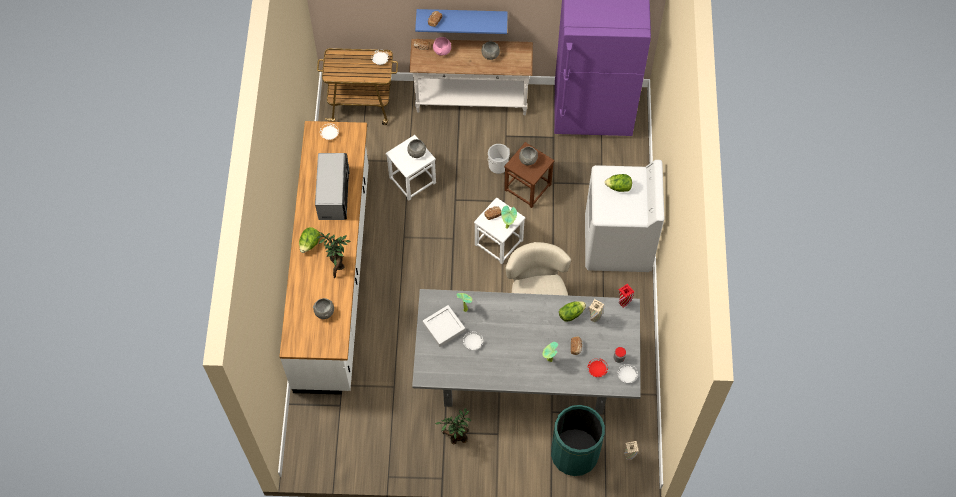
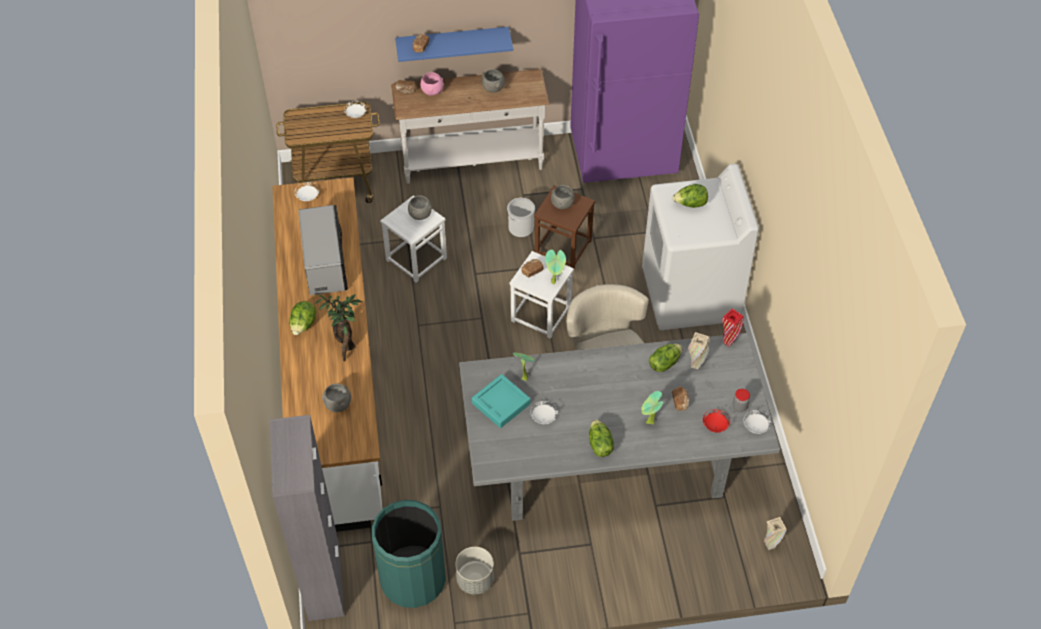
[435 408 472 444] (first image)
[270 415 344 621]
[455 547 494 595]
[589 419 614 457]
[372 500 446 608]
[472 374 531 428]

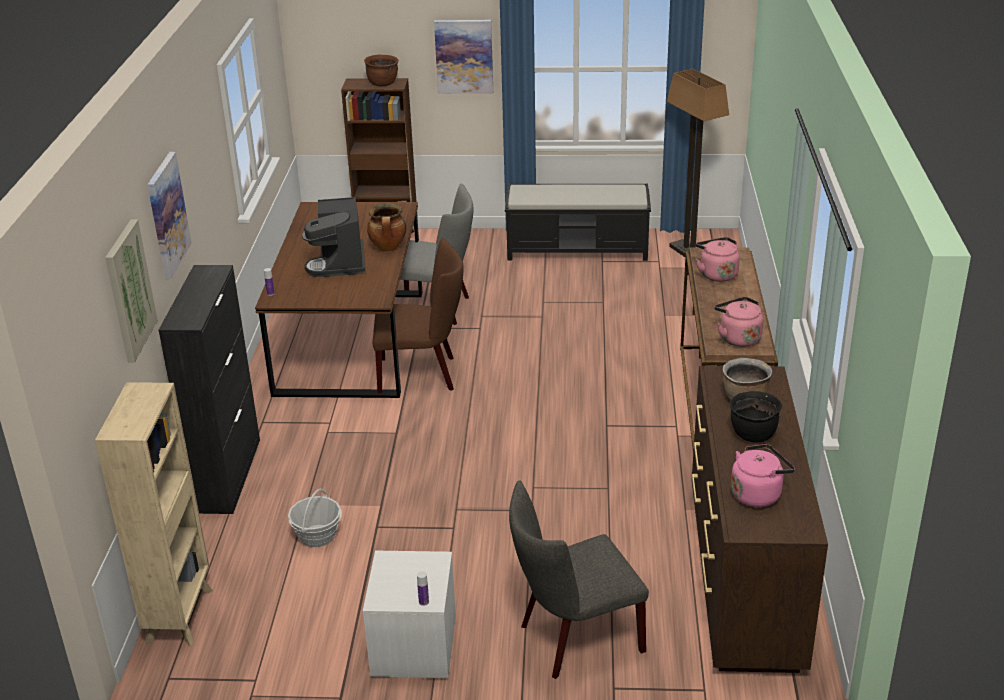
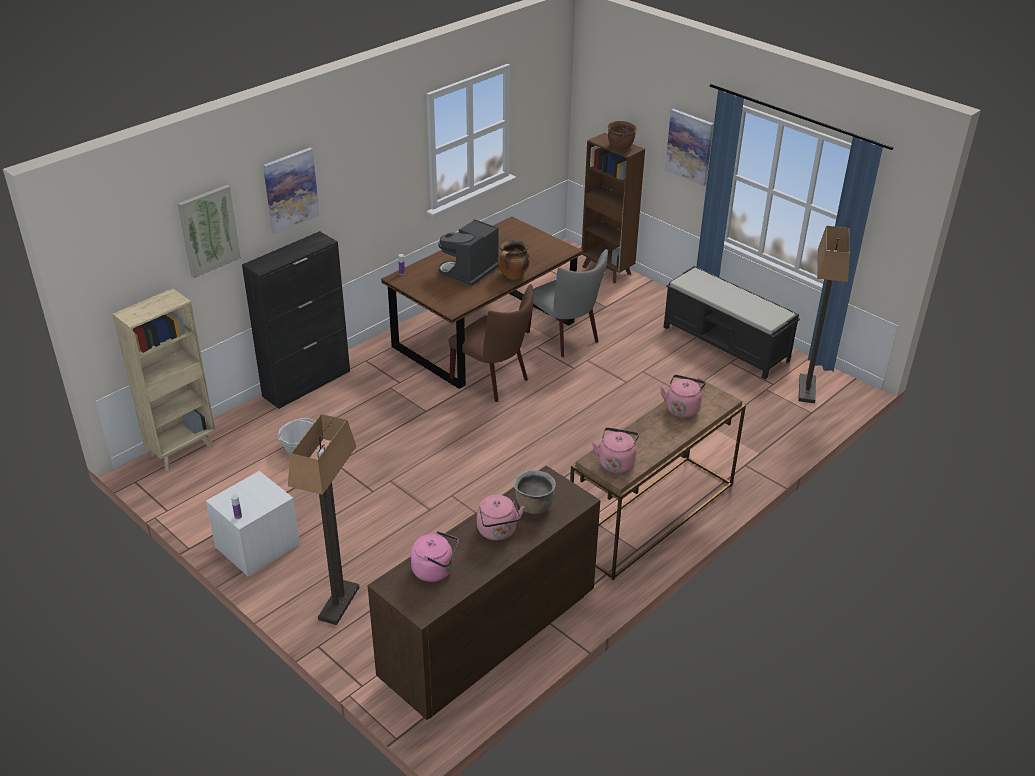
[288 414 359 625]
[477 495 525 541]

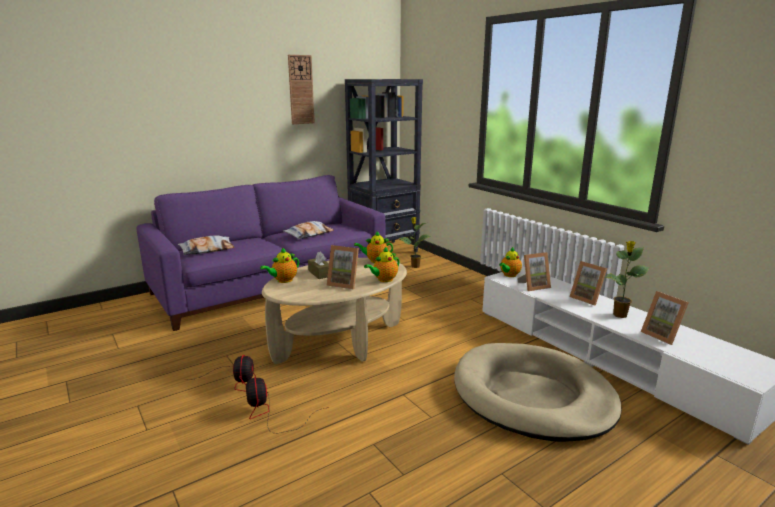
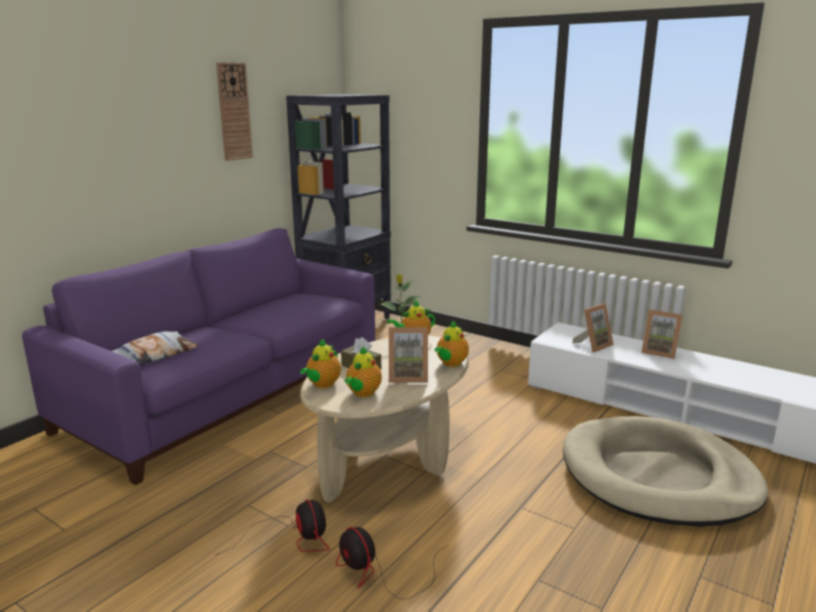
[283 221 334 239] (first image)
[605 241 649 318] (first image)
[641 291 689 345] (first image)
[345 346 382 397]

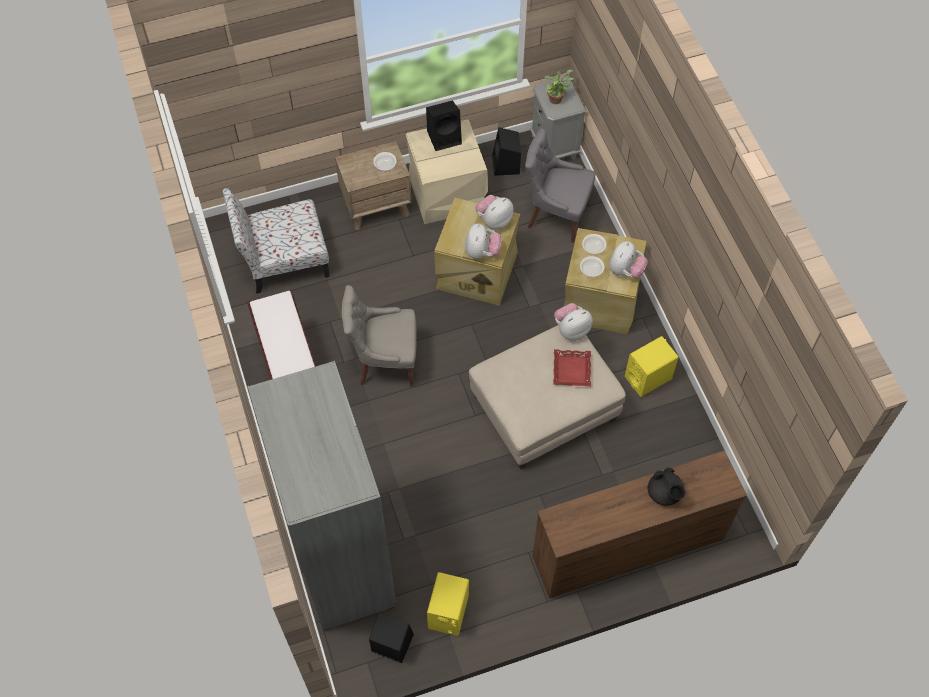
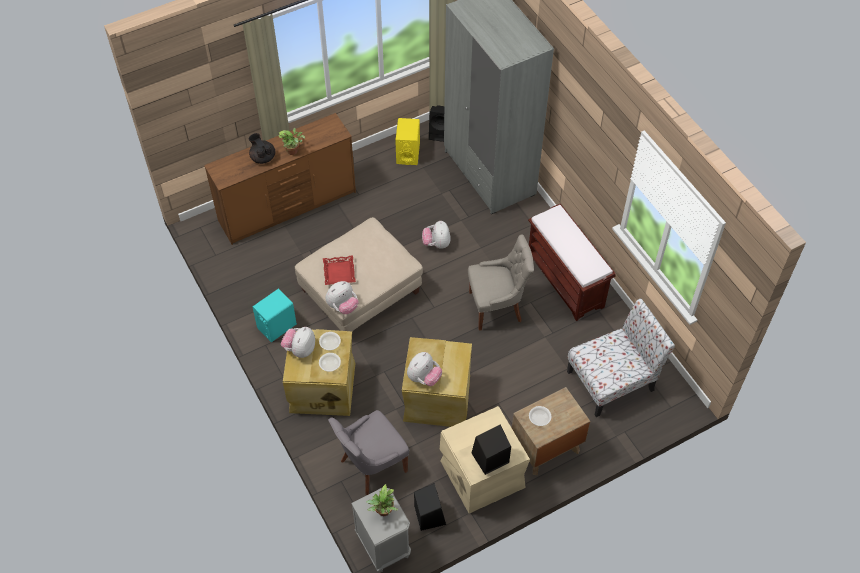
[278 128 305 155]
[422 221 451 249]
[253 289 297 342]
[328 410 409 495]

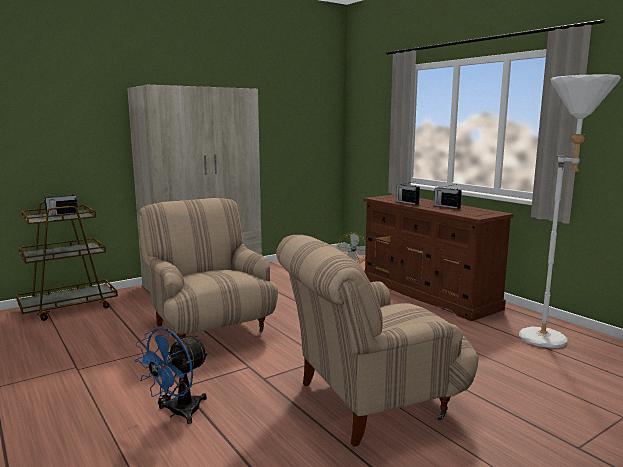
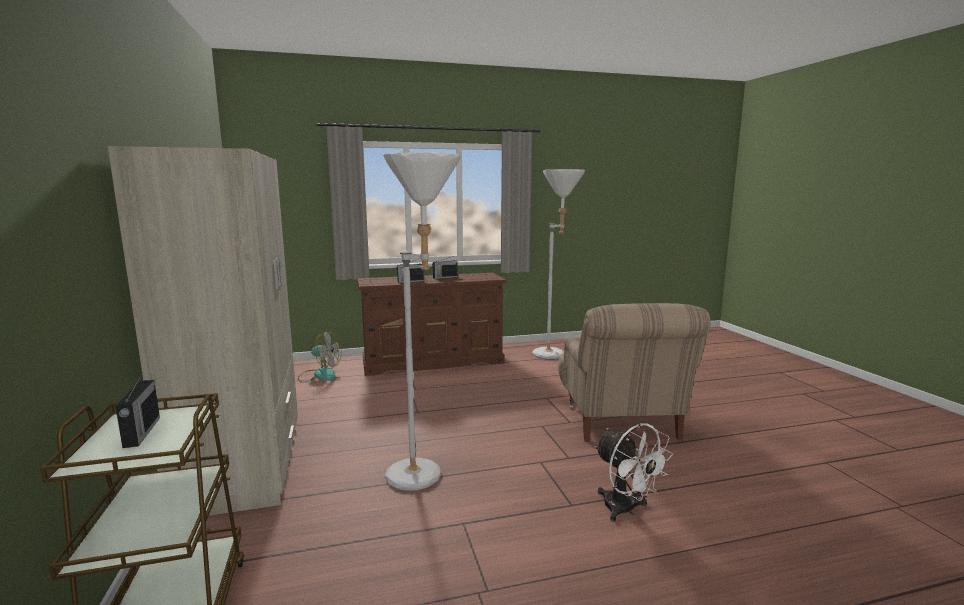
[383 152 461 491]
[595 423 673 522]

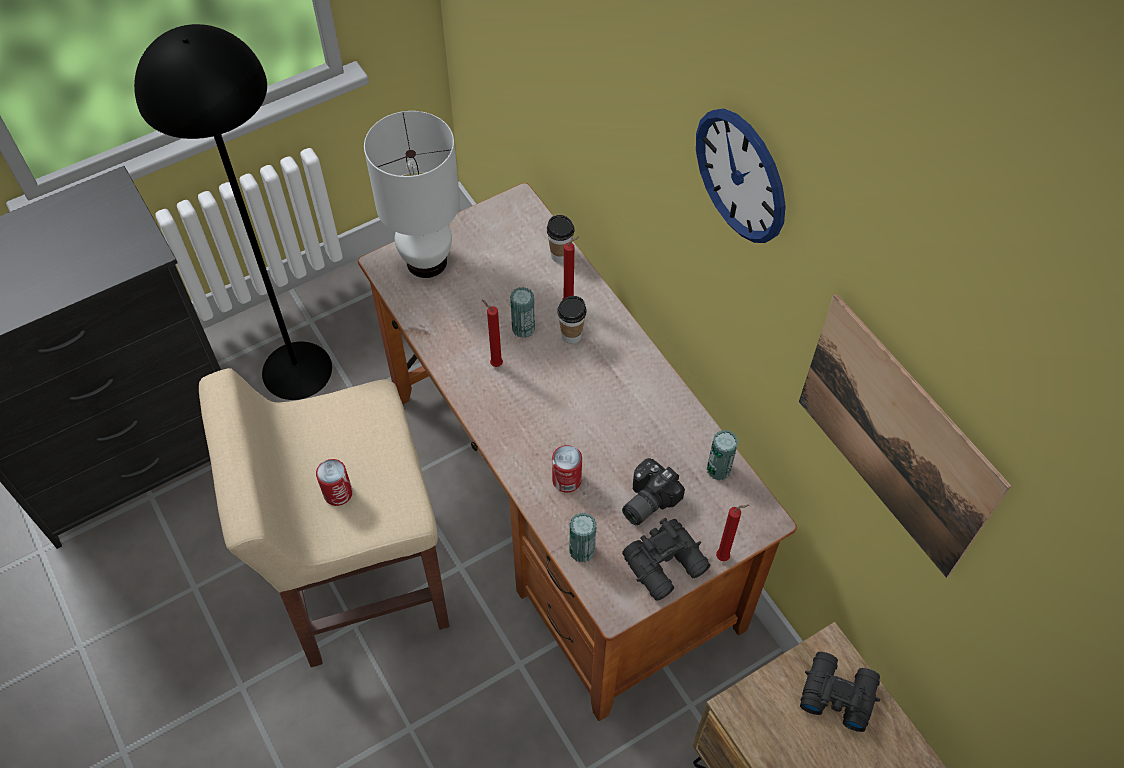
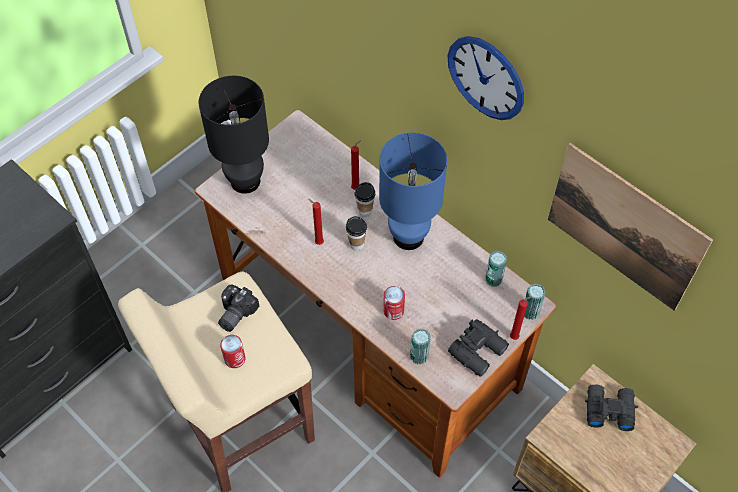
[134 24 332 400] (first image)
[379 133 447 250]
[524 284 546 320]
[346 216 367 251]
[218 285 259 332]
[199 76 269 194]

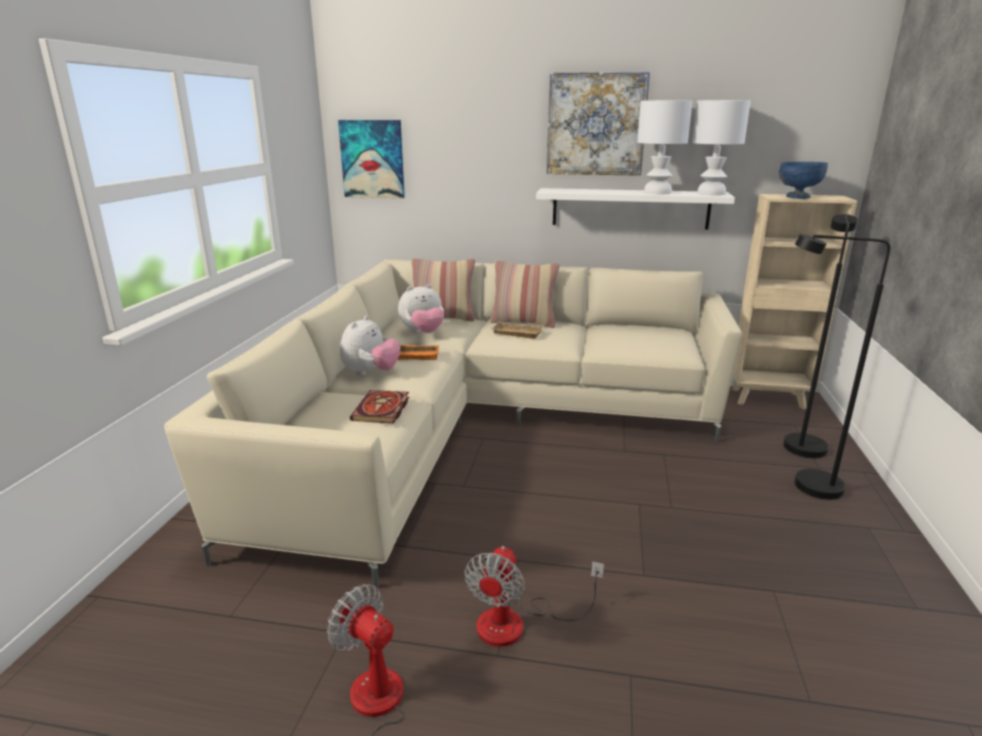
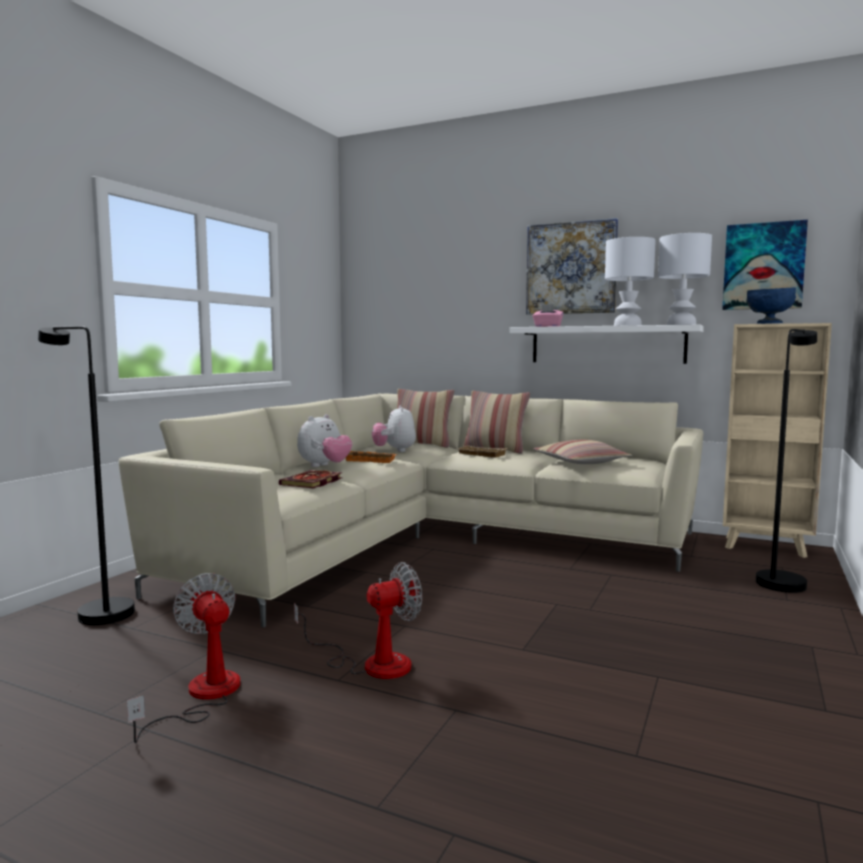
[533 304 563 327]
[533 440 632 464]
[722 220 808 310]
[38 326 135 625]
[372 406 416 452]
[294 562 422 679]

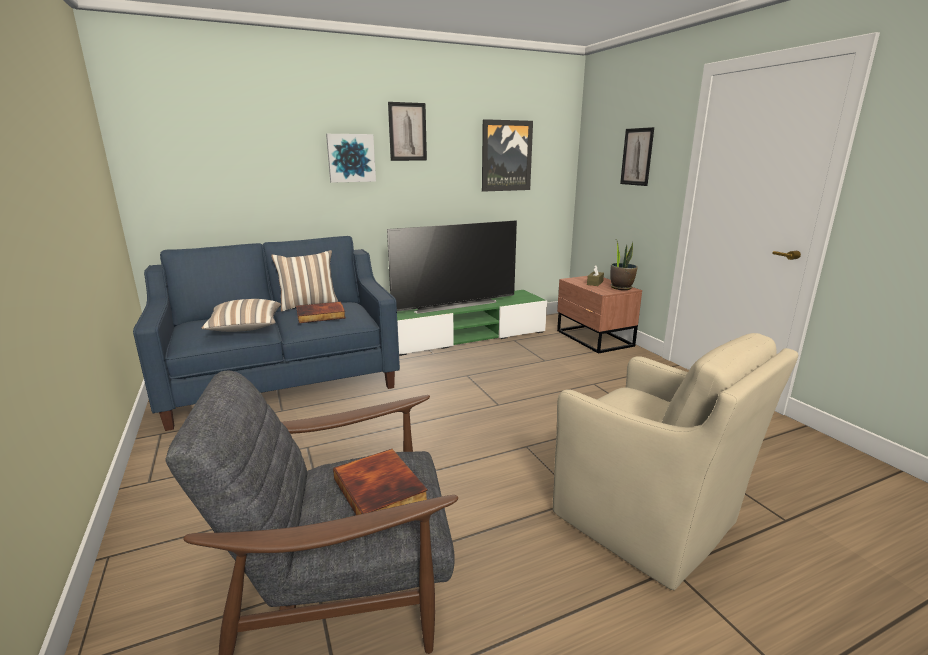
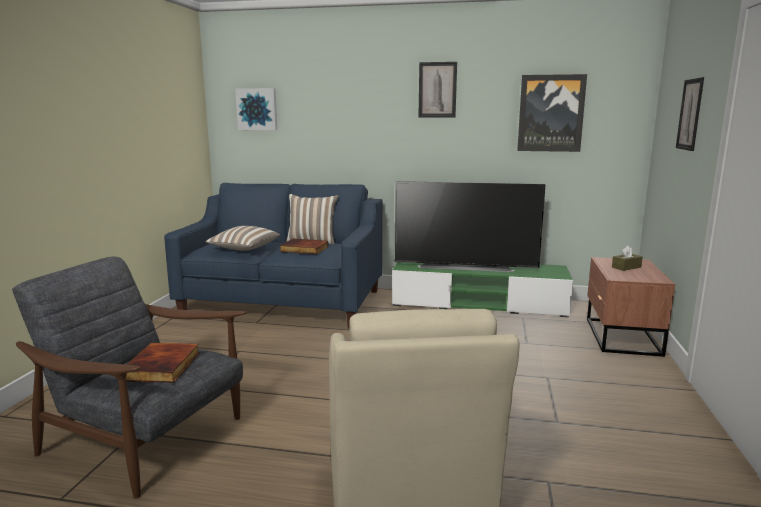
[610 241 638 290] (first image)
[235 88 277 130]

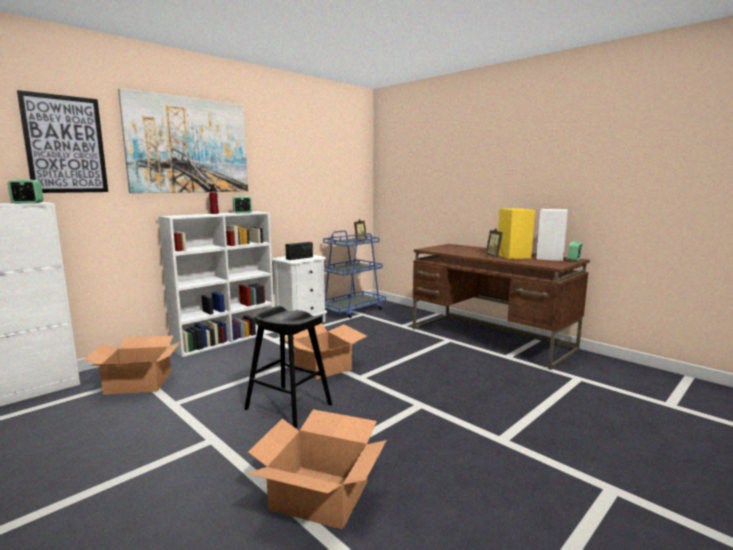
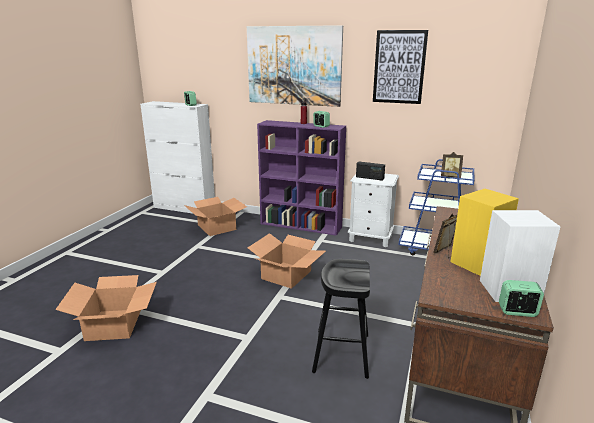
[373 30 428 104]
[312 259 370 379]
[257 120 346 236]

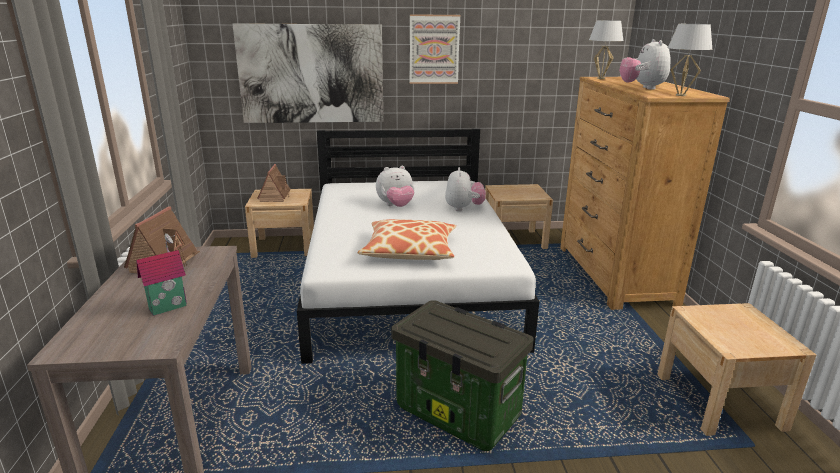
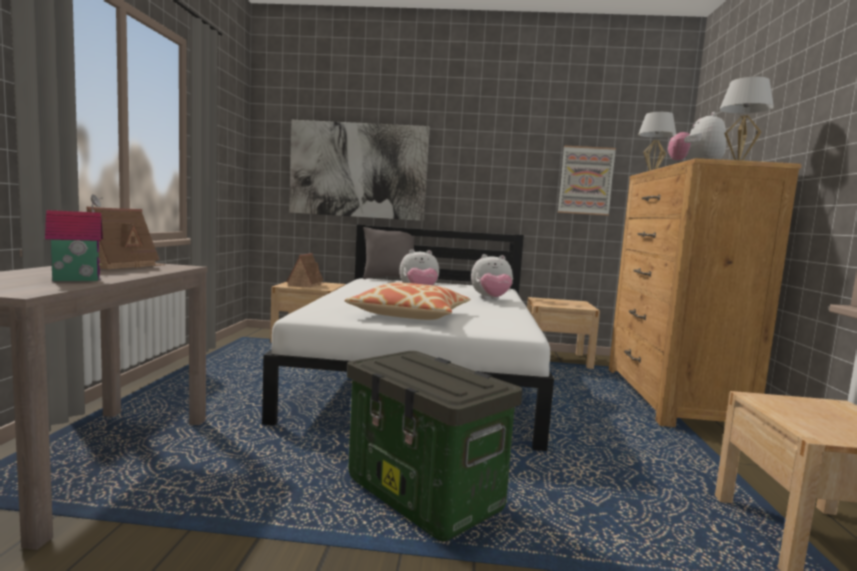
[363 227 415 279]
[558 146 616 216]
[471 254 513 299]

